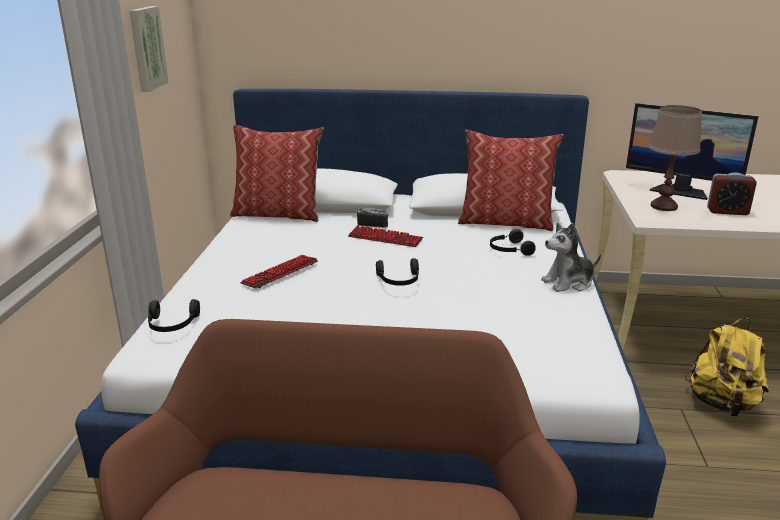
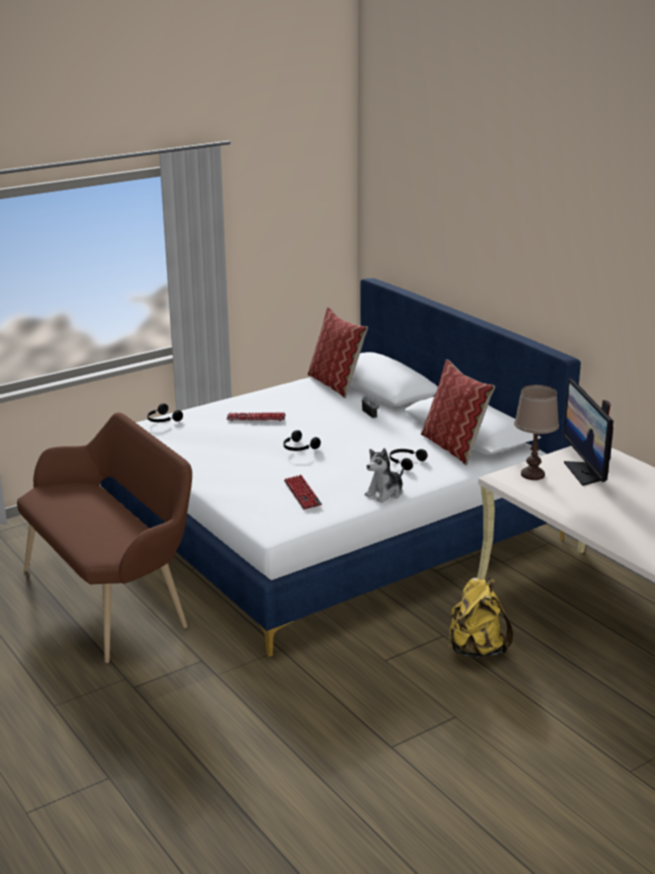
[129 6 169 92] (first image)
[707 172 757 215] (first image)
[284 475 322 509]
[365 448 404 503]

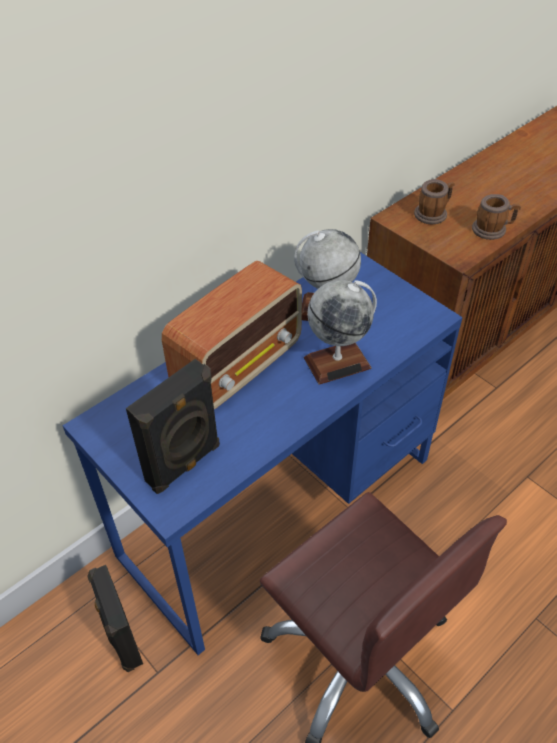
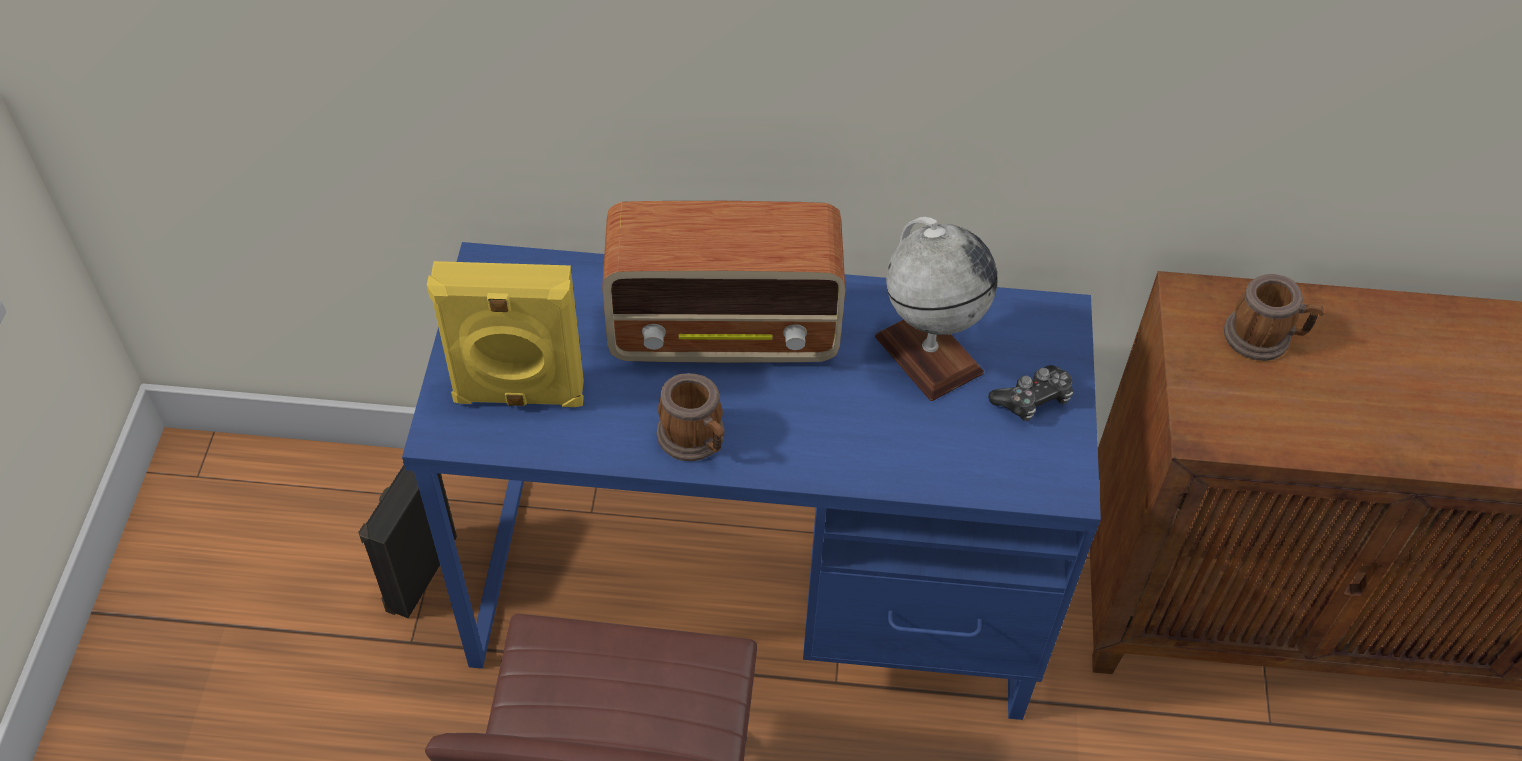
[304 280 377 385] (first image)
[988 365 1073 421]
[657 373 725 461]
[427 261 584 407]

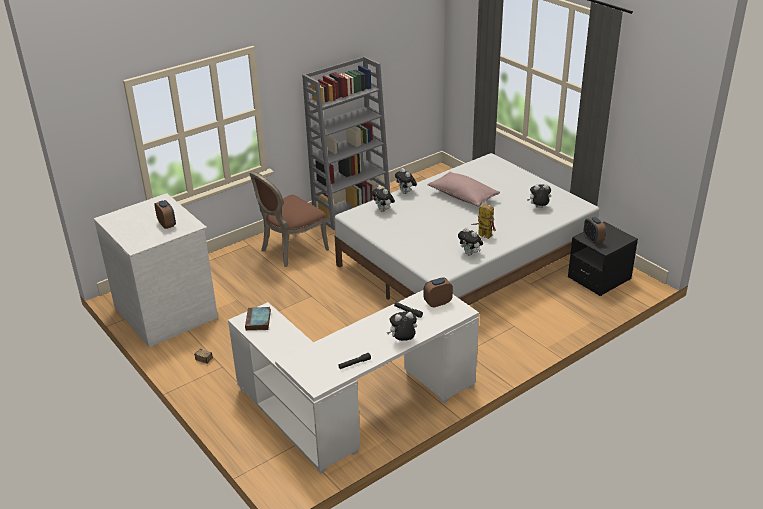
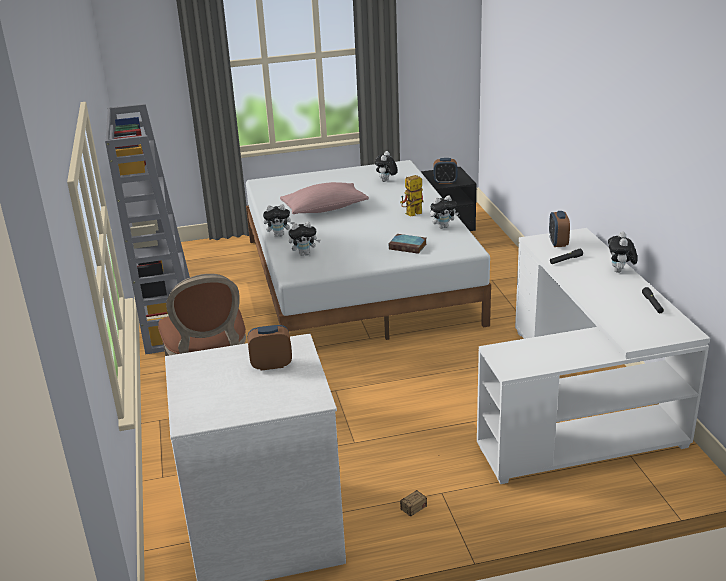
[389 234 426 254]

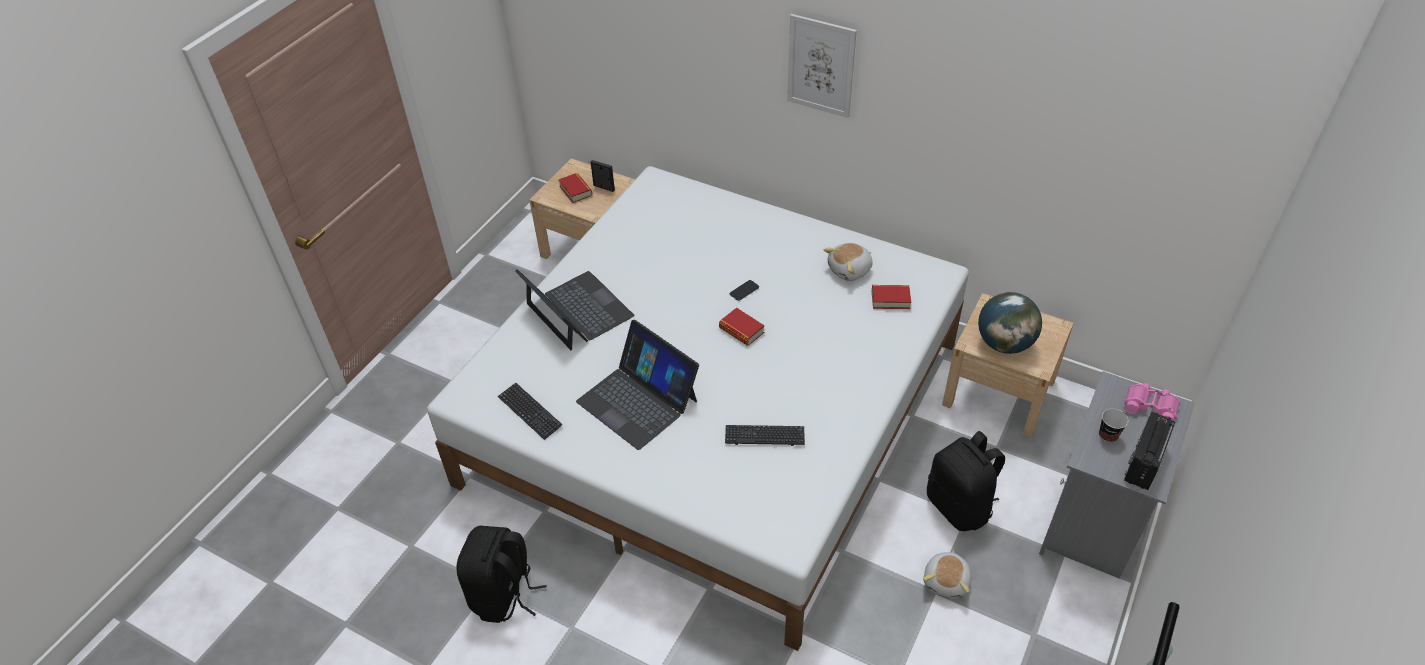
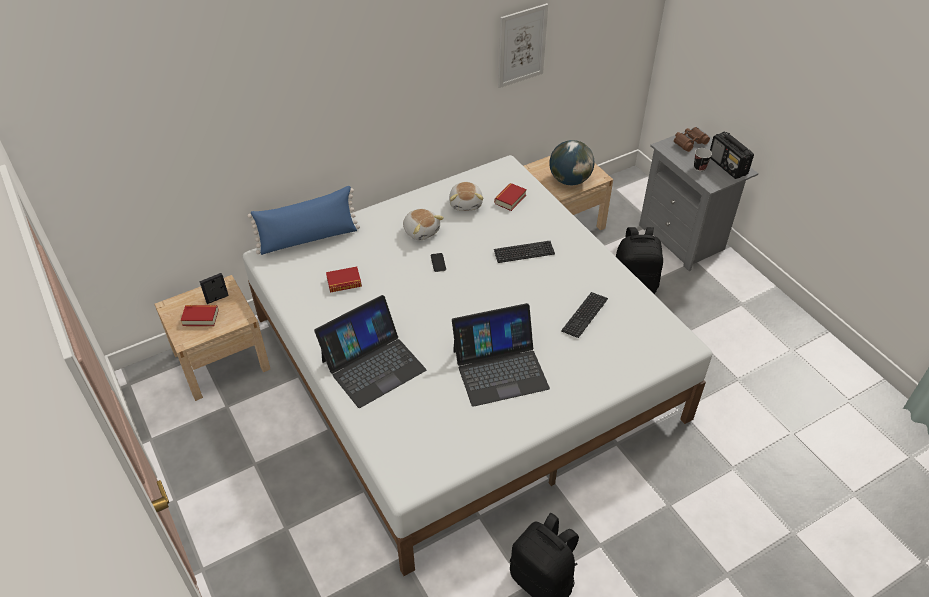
[247 186 360 255]
[494 241 555 263]
[326 267 362 293]
[498 3 548 88]
[403 209 444 240]
[674 127 710 152]
[314 295 426 408]

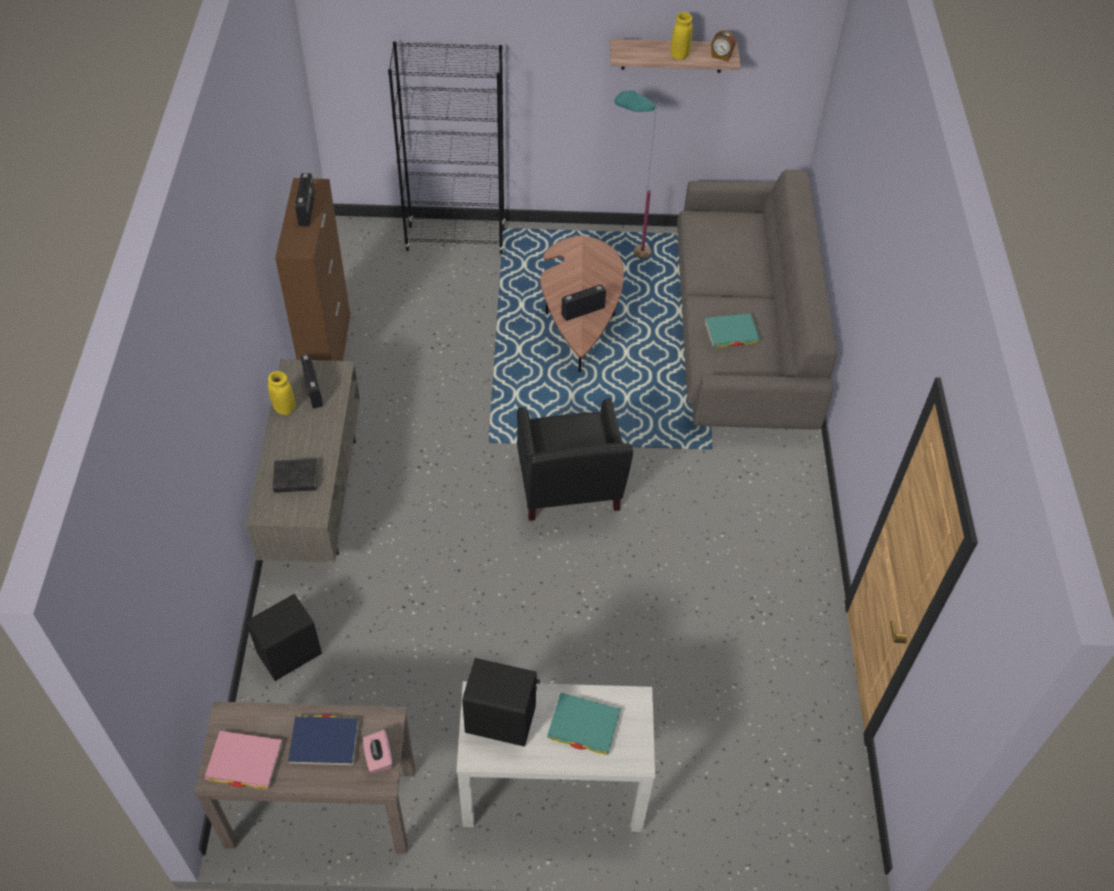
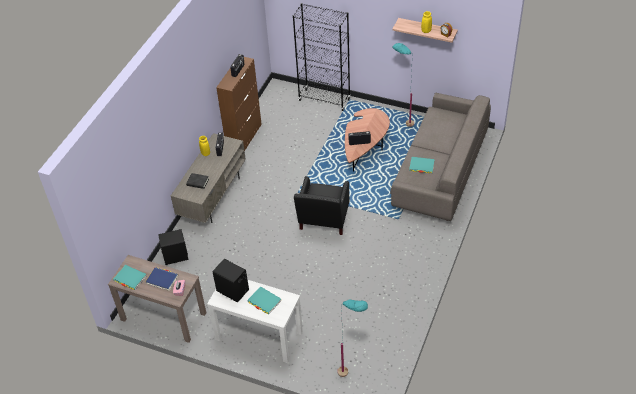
[337 299 368 377]
[113 265 147 290]

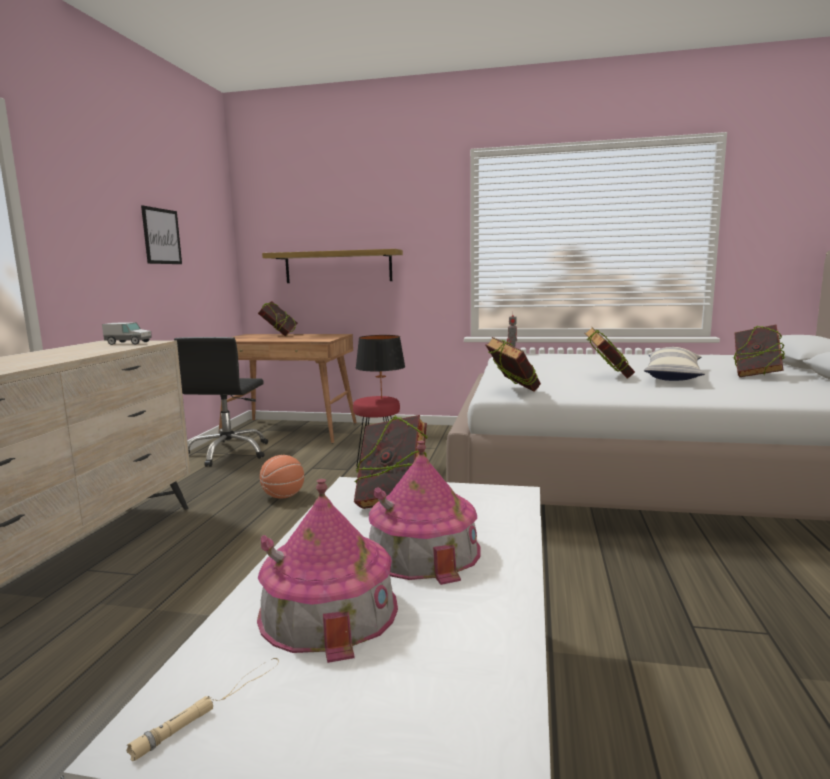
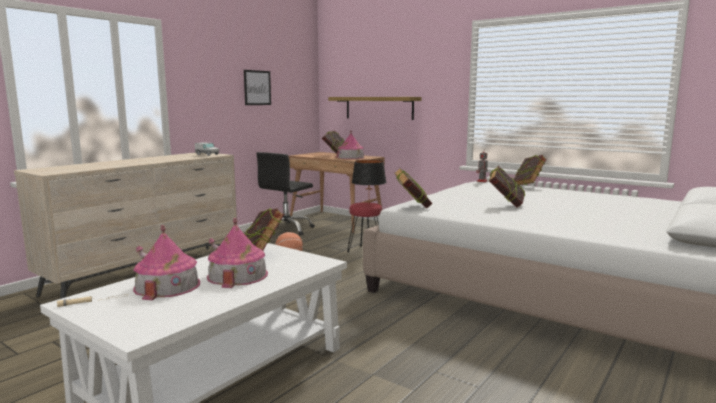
[644 347 705 381] (first image)
[335 130 365 159]
[514 155 546 185]

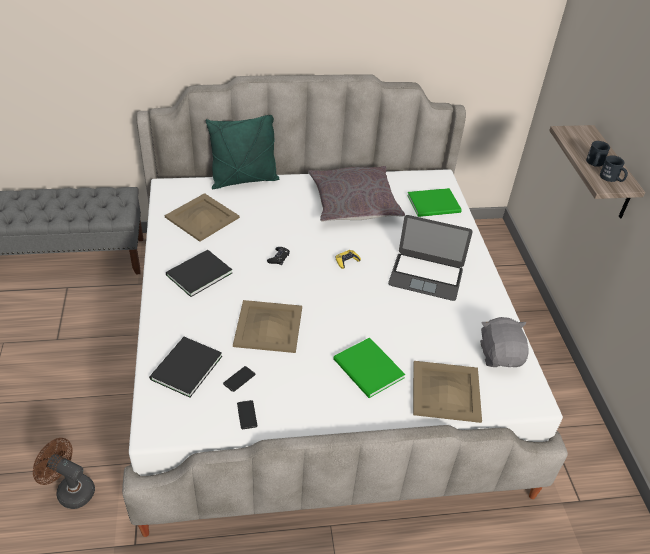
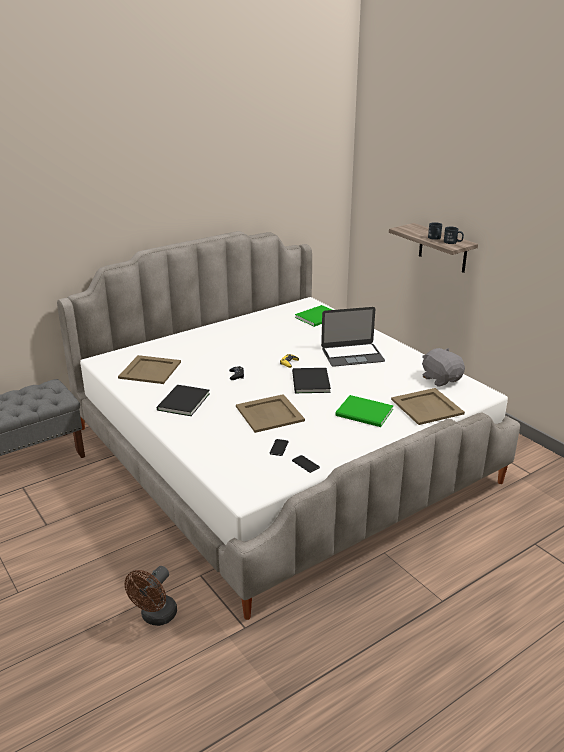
[205 115 280 189] (first image)
[308 166 405 222] (first image)
[292 368 331 393]
[125 566 177 626]

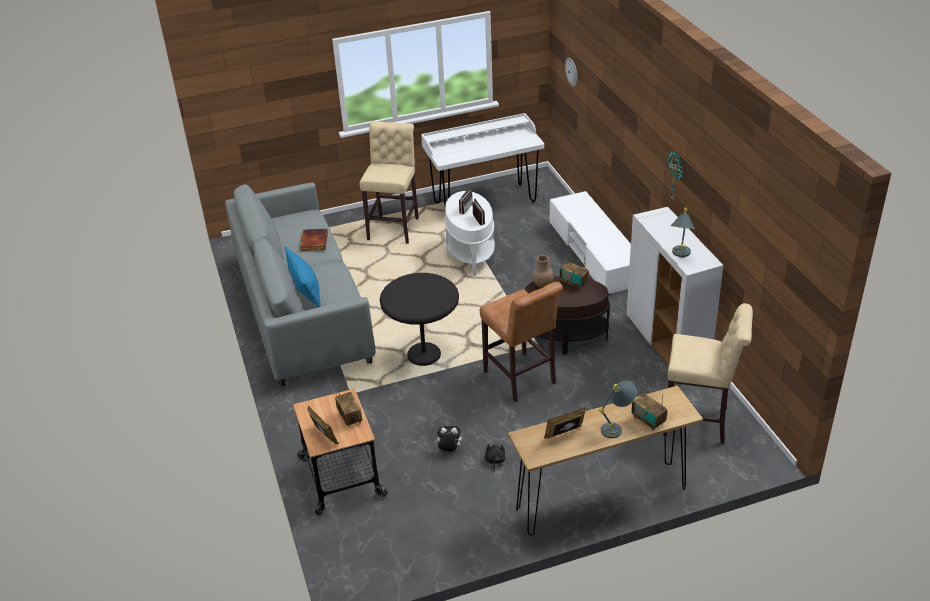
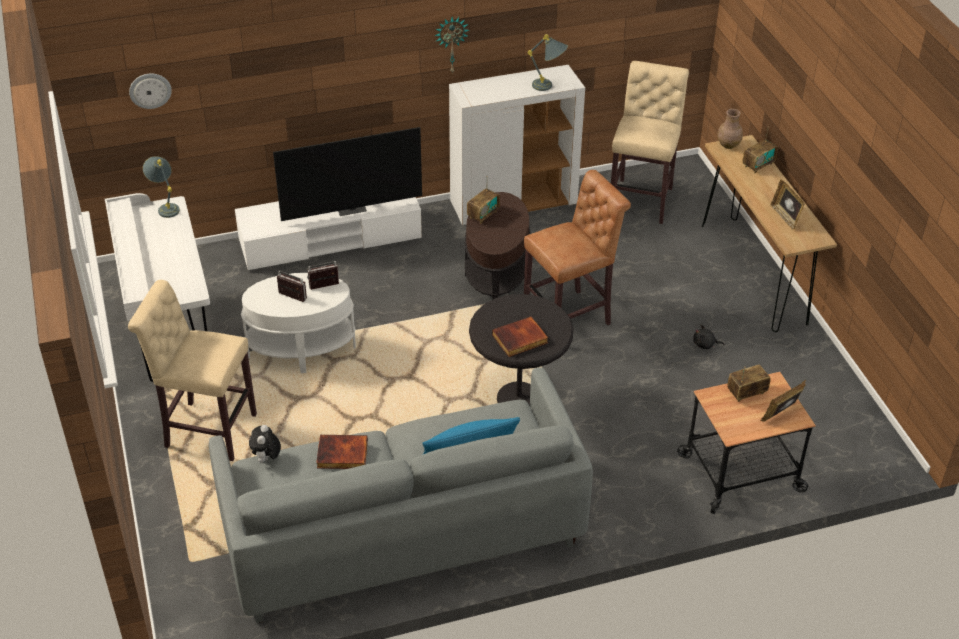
[273 127 422 221]
[492 316 548 357]
[249 425 281 463]
[717 109 743 149]
[143 156 180 218]

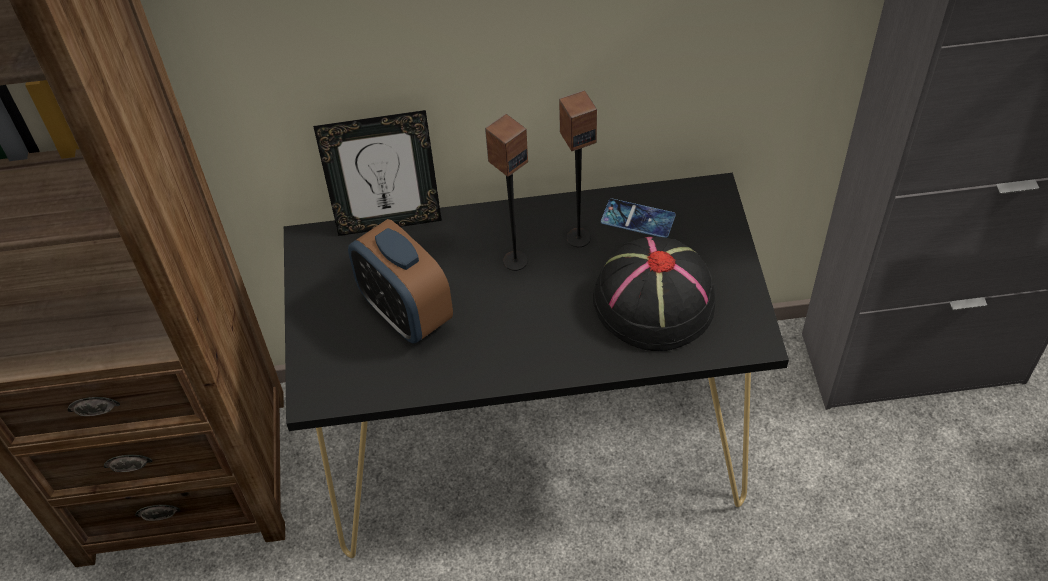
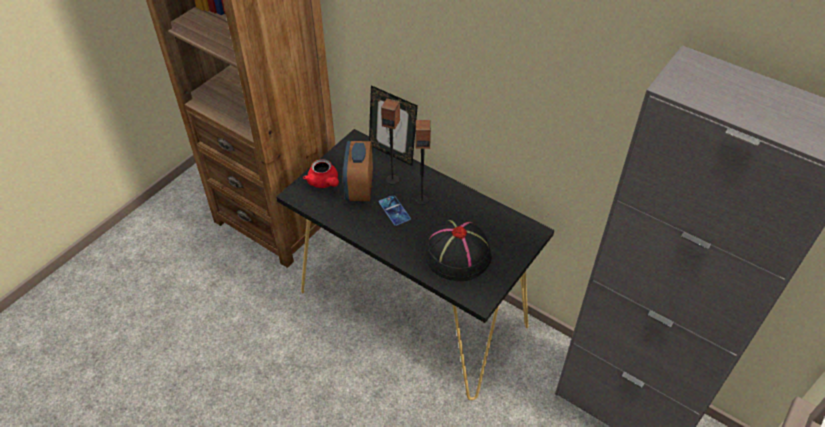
[303 159 339 188]
[381 98 400 185]
[379 195 411 226]

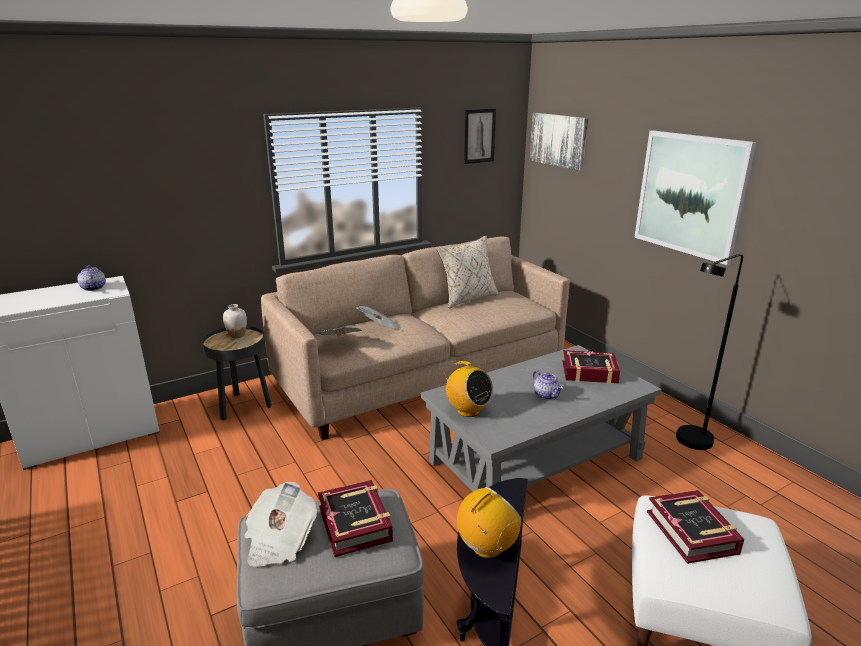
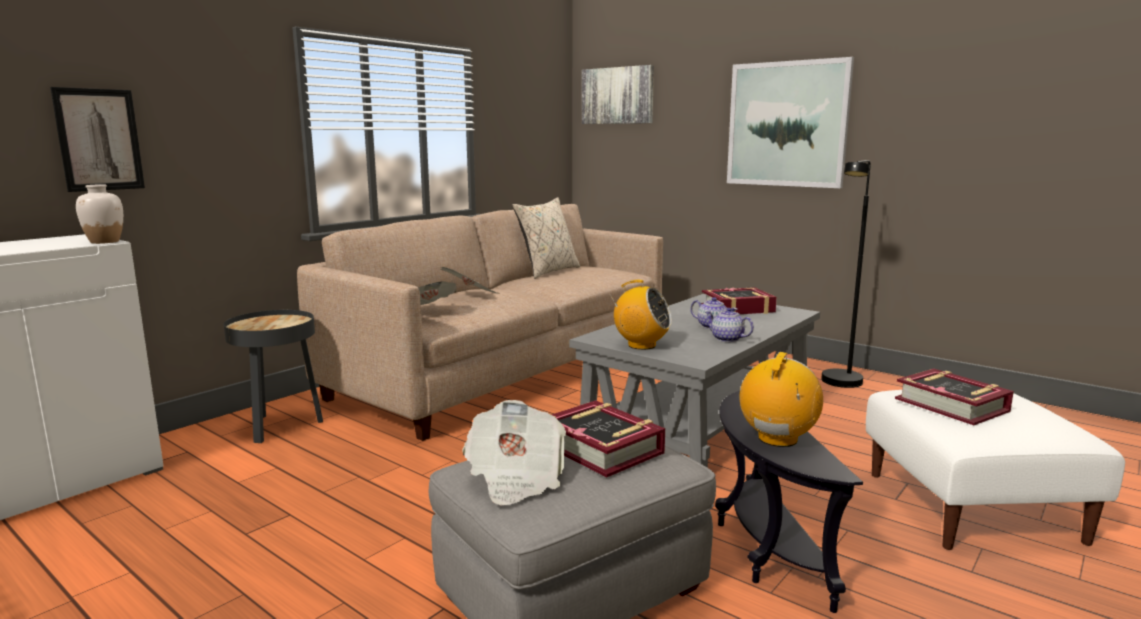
[705 308 754 342]
[76 184 123 244]
[50 87 145 192]

